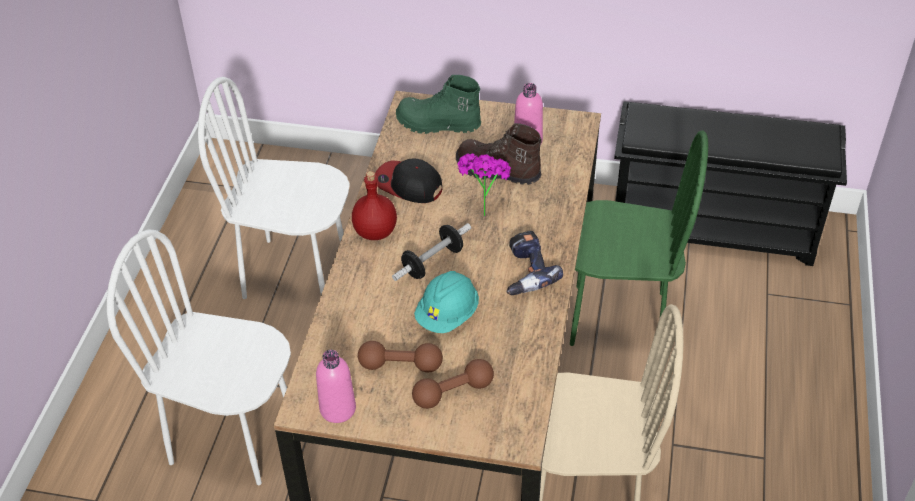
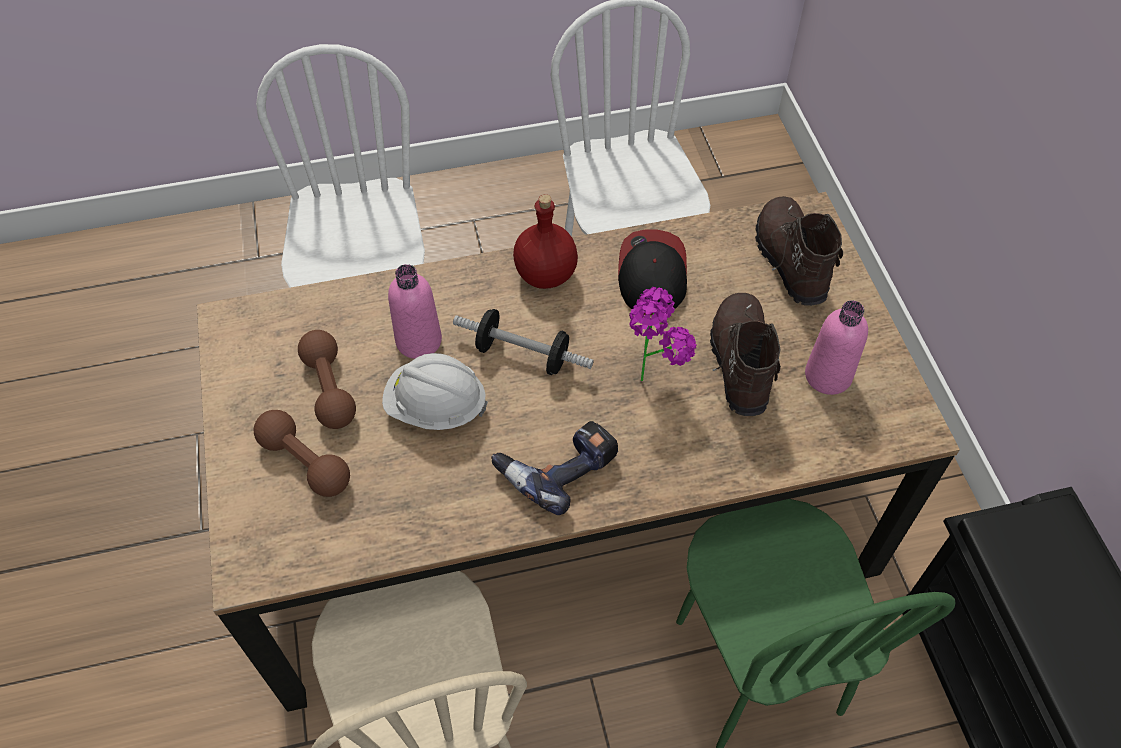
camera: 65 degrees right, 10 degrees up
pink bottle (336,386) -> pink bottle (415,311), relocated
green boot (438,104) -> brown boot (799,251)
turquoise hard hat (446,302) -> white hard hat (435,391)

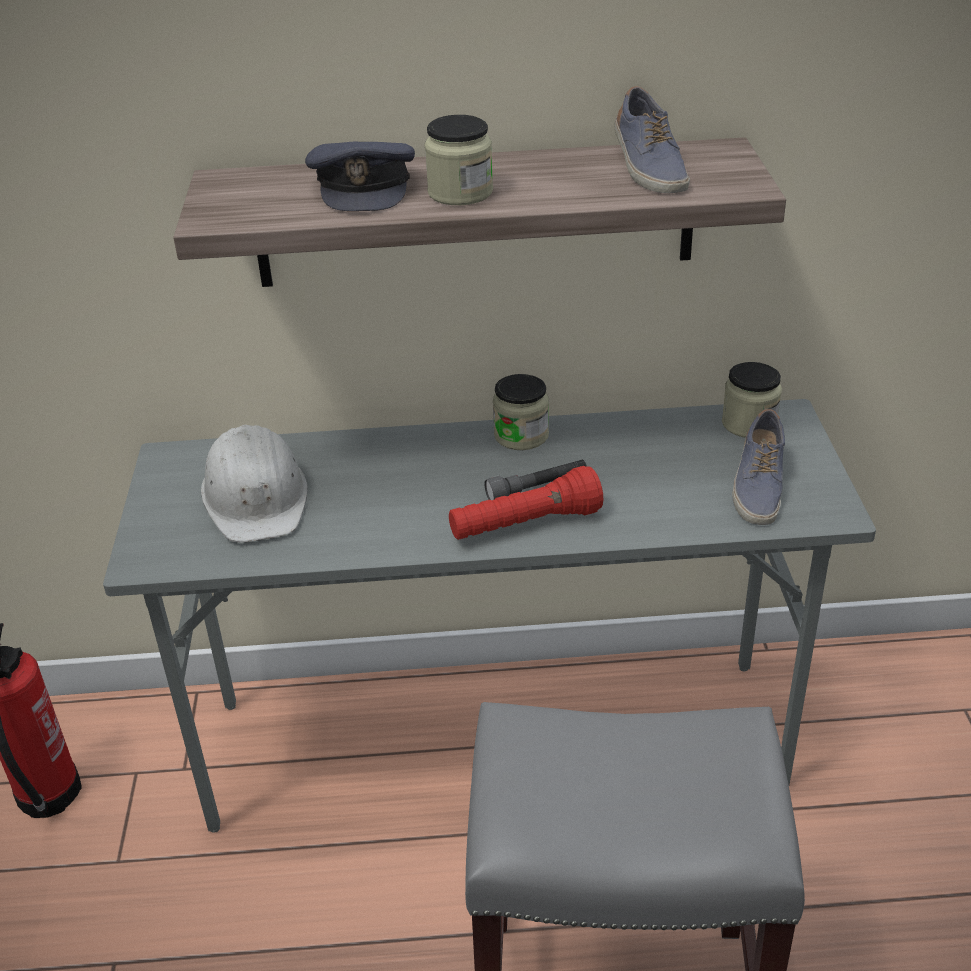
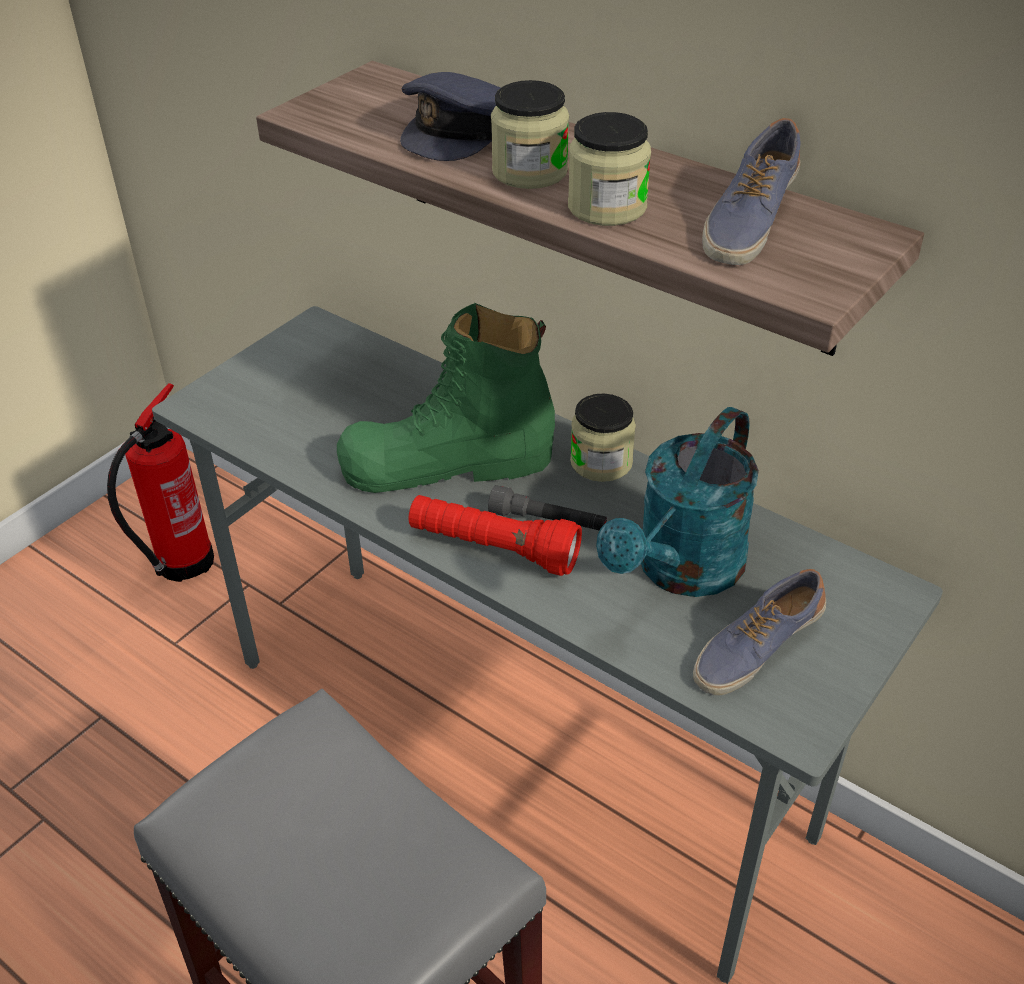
camera: 40 degrees right, 5 degrees up
white hard hat (254,484) -> none
none -> green boot (446,398)
none -> turquoise watering can (677,502)
jar (752,400) -> jar (609,169), relocated

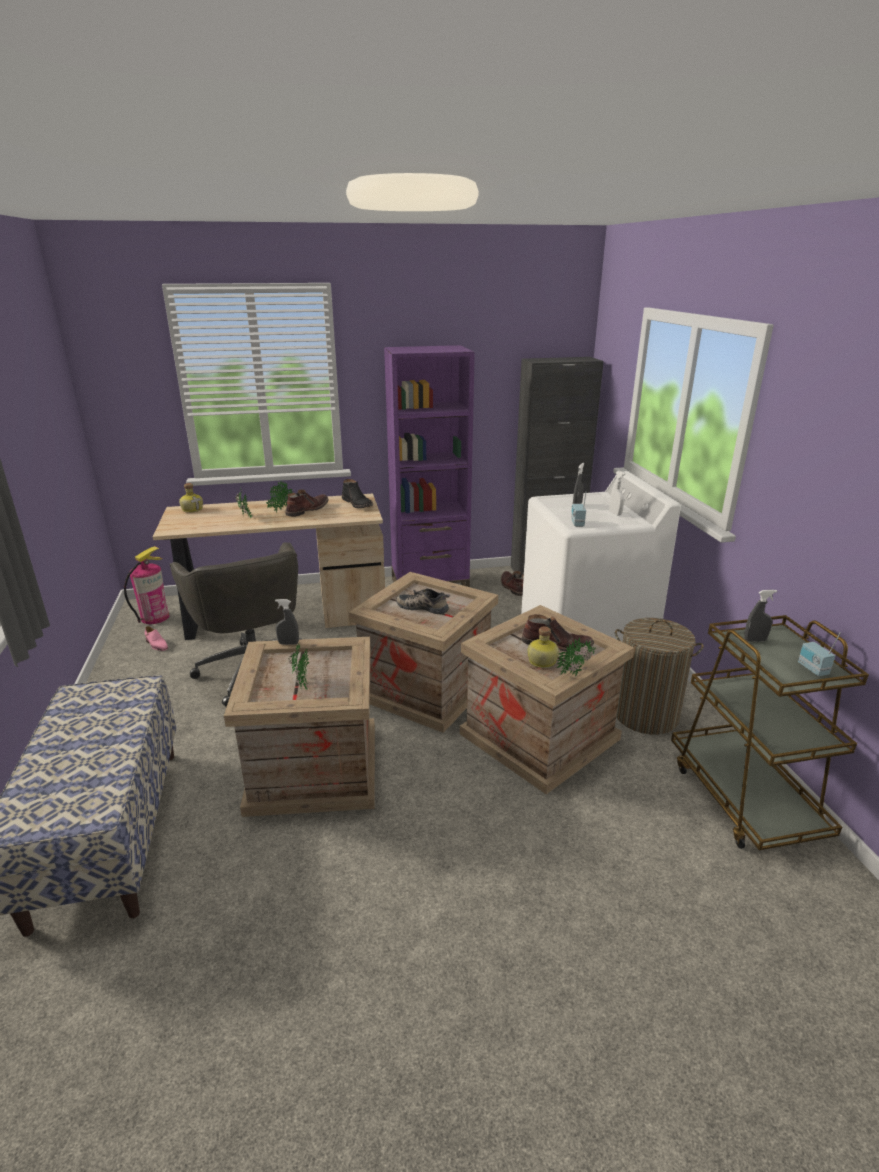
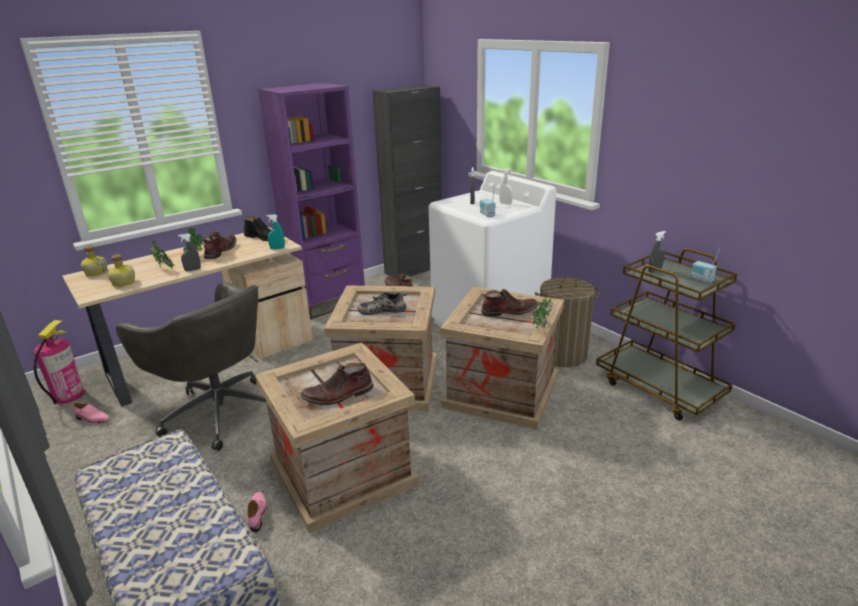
camera: 25 degrees left, 0 degrees up
none -> pink shoe (257,511)
none -> turquoise spray bottle (276,232)
grey spray bottle (287,622) -> grey spray bottle (189,252), relocated
bottle (543,647) -> bottle (121,270), relocated
potted plant (298,666) -> brown boot (336,384)

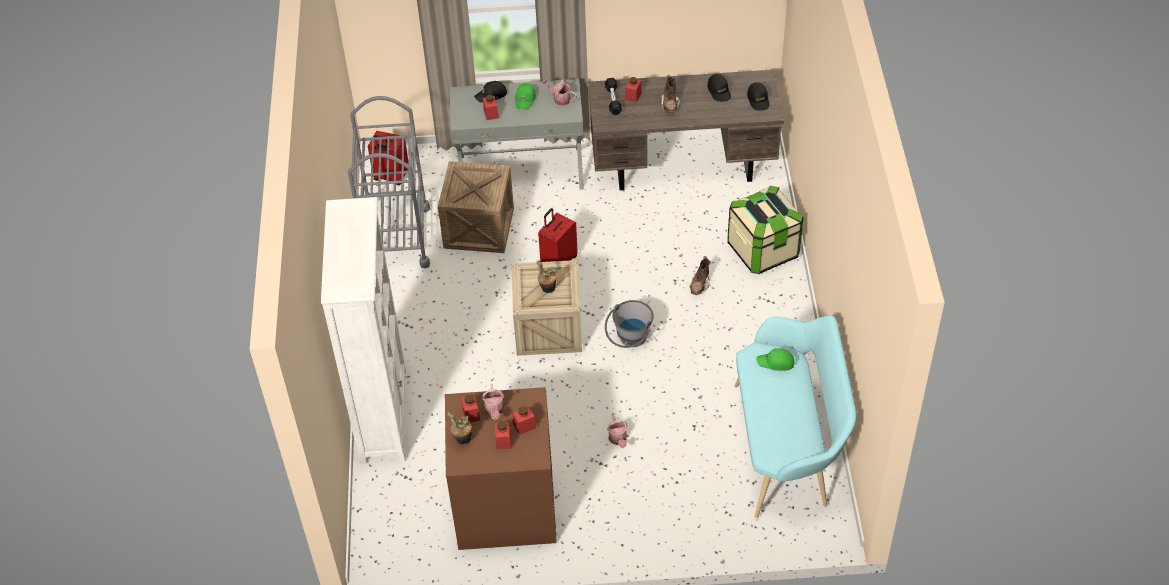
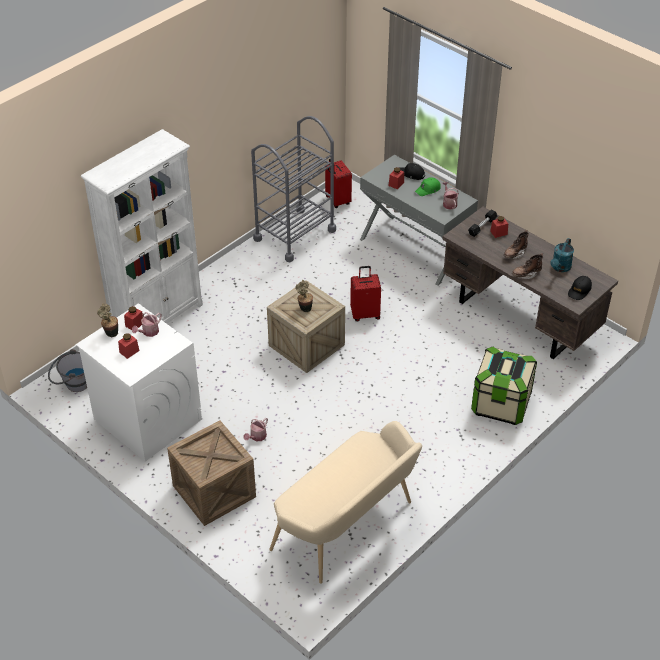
camera: 45 degrees right, 5 degrees down
red jar (524,420) -> none
green cap (775,359) -> none
crate (476,207) -> crate (211,473), relocated
grey bucket (629,324) -> grey bucket (67,370), relocated
brown boot (699,275) -> brown boot (527,266), relocated
black cap (719,88) -> turquoise watering can (562,255)
brown washing machine (501,468) -> white washing machine (139,382)
turquoise bench (796,416) -> beige bench (345,502)

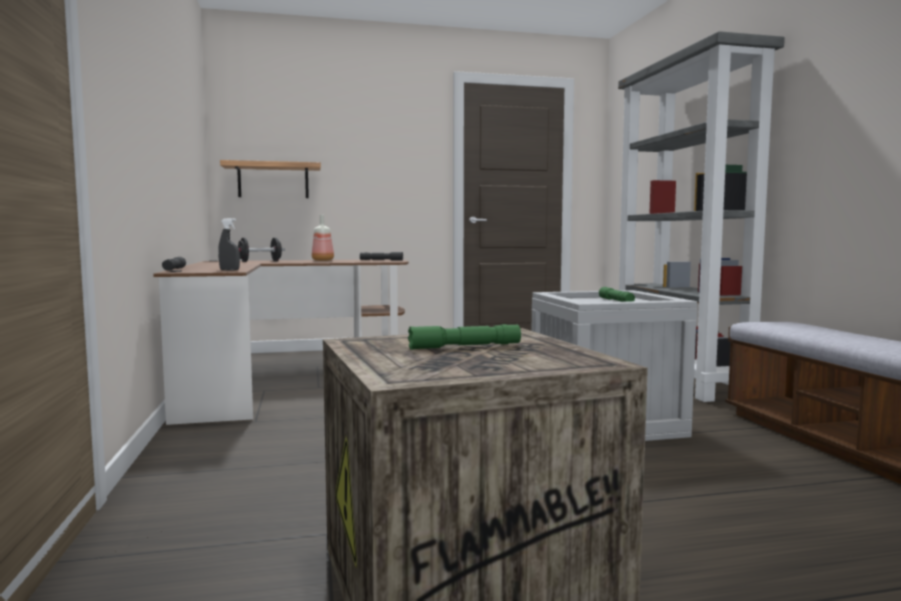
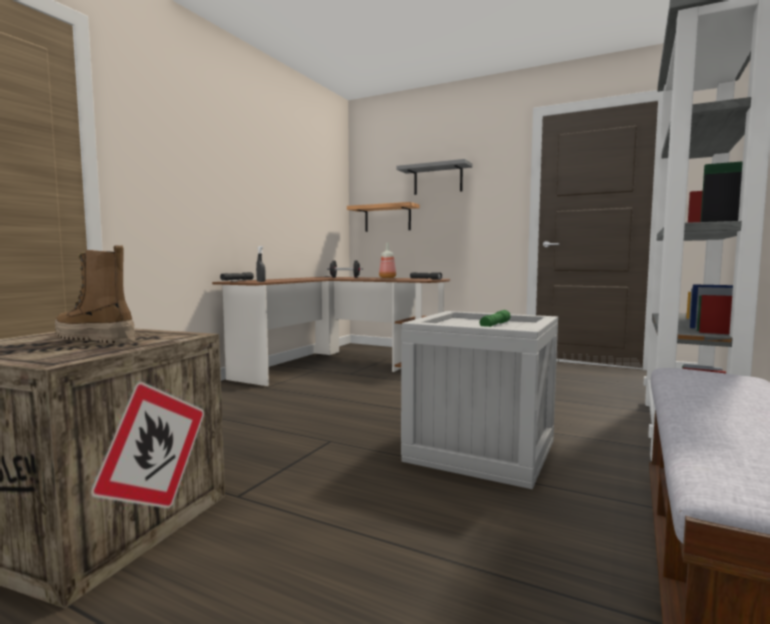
camera: 40 degrees right, 0 degrees up
none -> grey shelf (434,177)
green flashlight (464,337) -> boot (95,294)

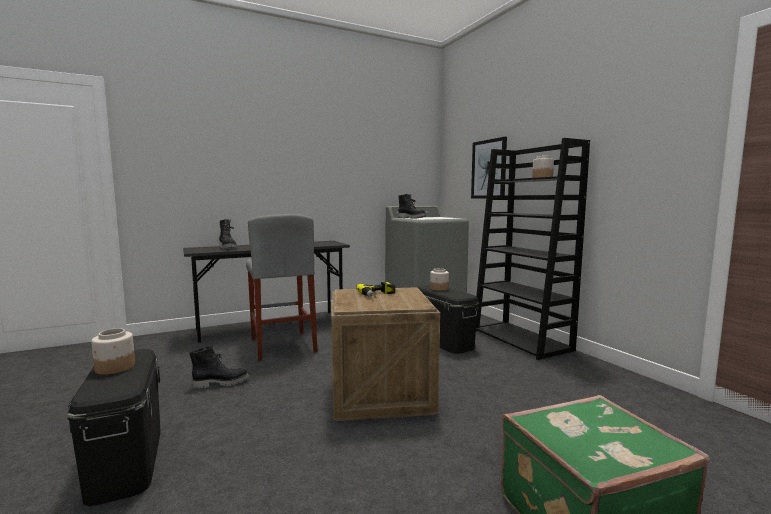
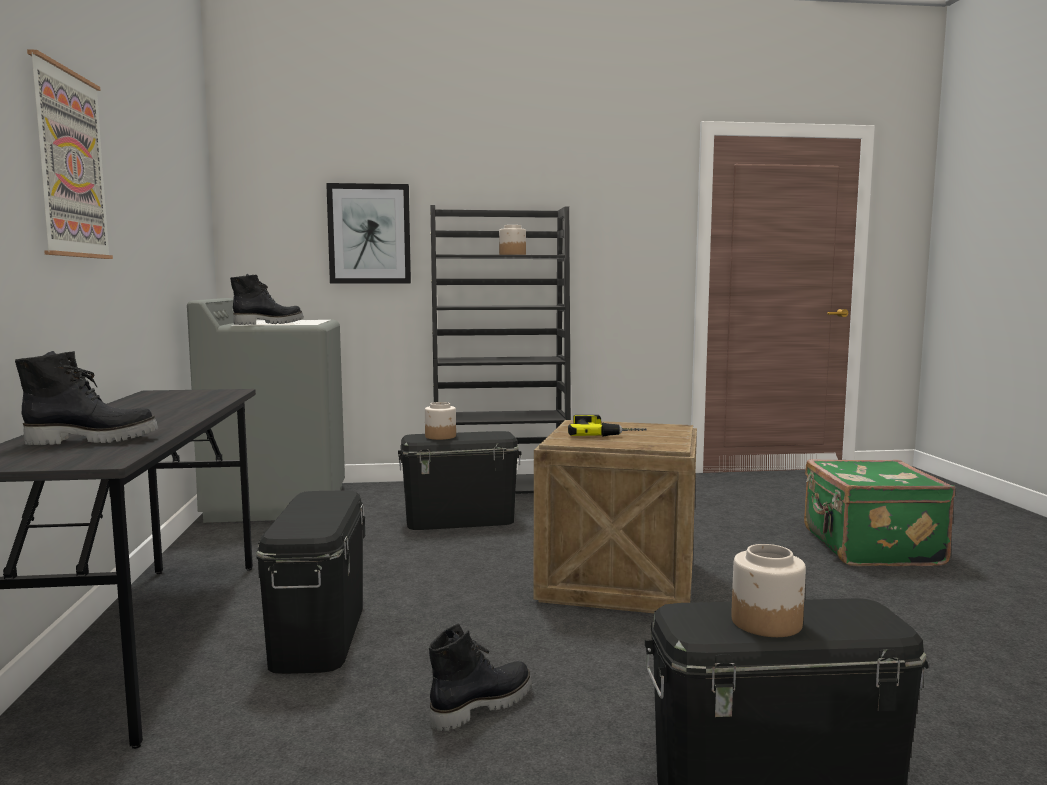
camera: 70 degrees left, 0 degrees up
none -> picture (70,154)
grey stool (282,287) -> black storage box (310,582)
black boot (219,367) -> black boot (480,677), 45 degrees clockwise

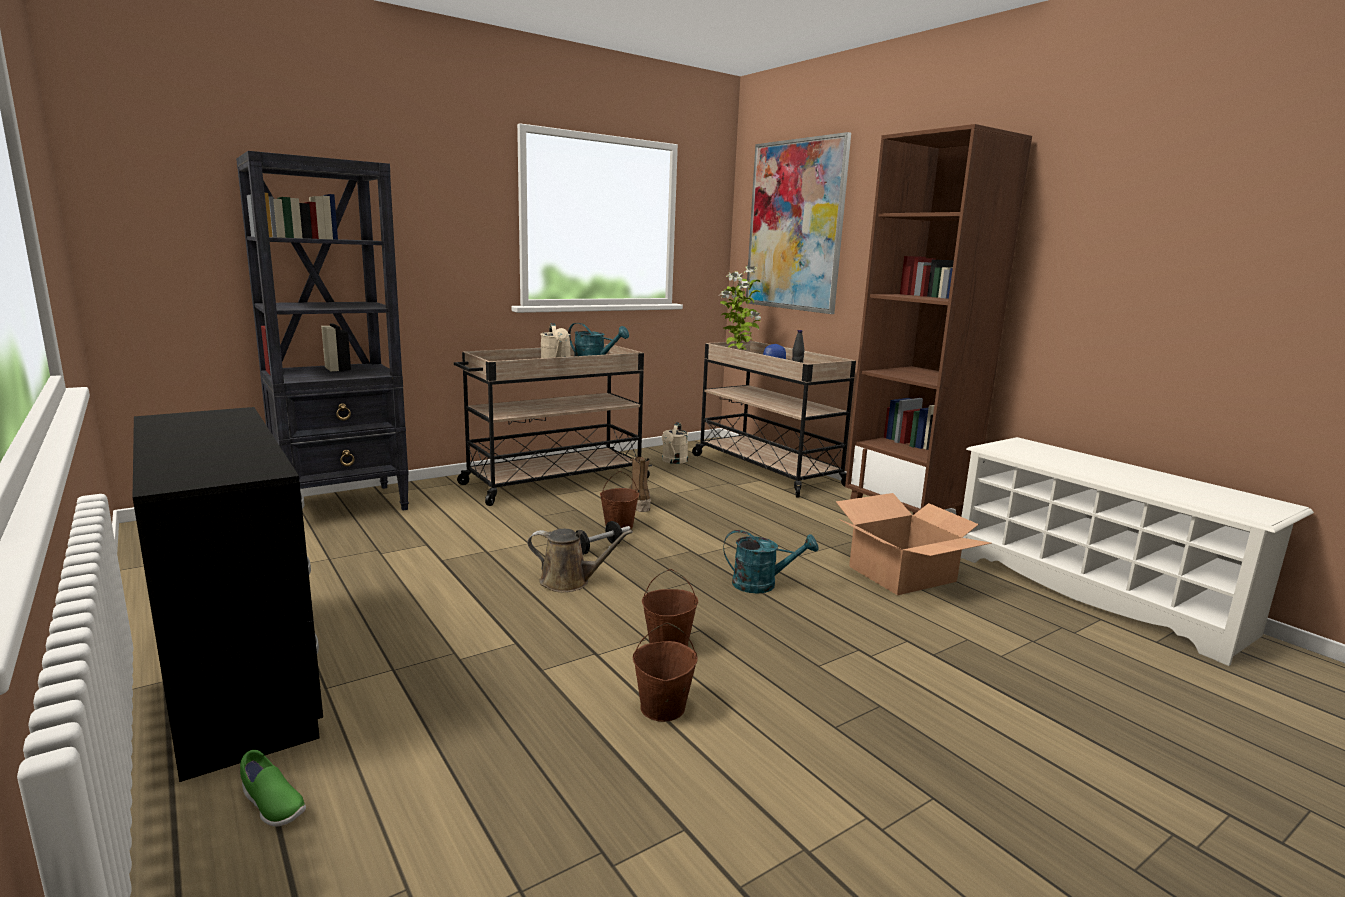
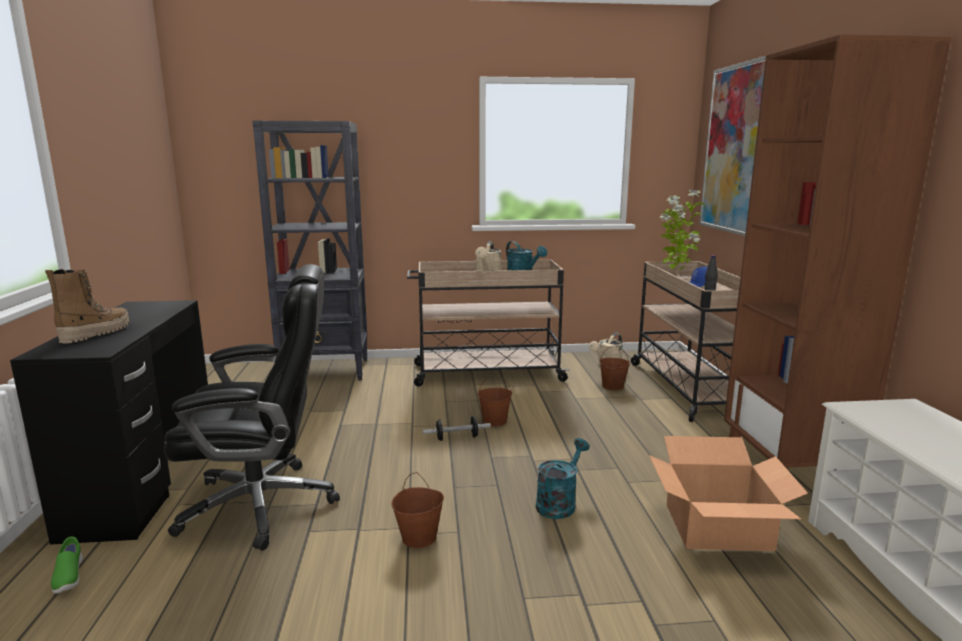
camera: 30 degrees right, 0 degrees up
brown watering can (580,560) -> none
none -> black office chair (252,407)
boot (640,484) -> boot (87,306), relocated
brown bucket (665,672) -> brown bucket (615,367), relocated
turquoise watering can (771,562) -> turquoise watering can (563,478), 90 degrees counterclockwise

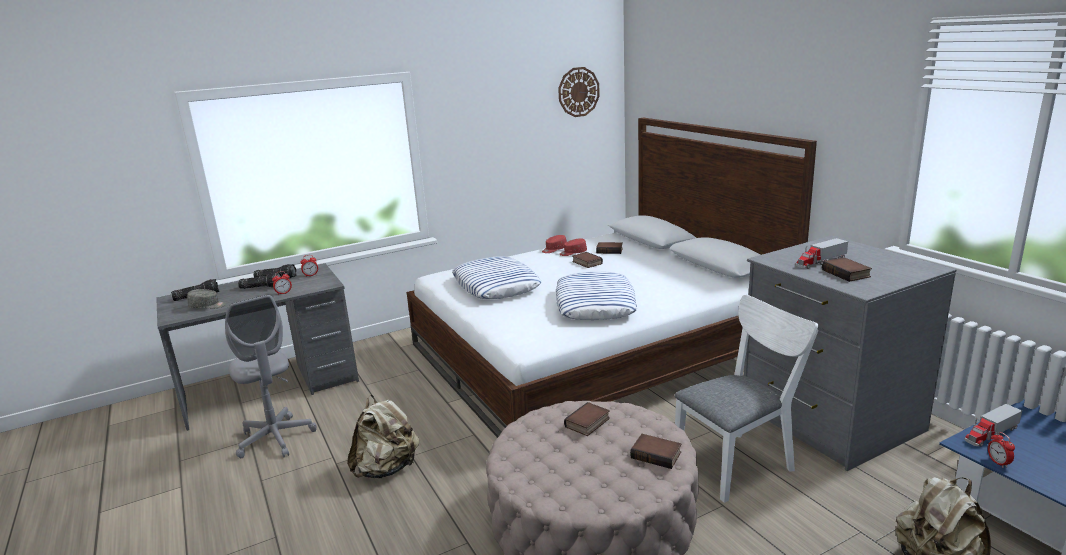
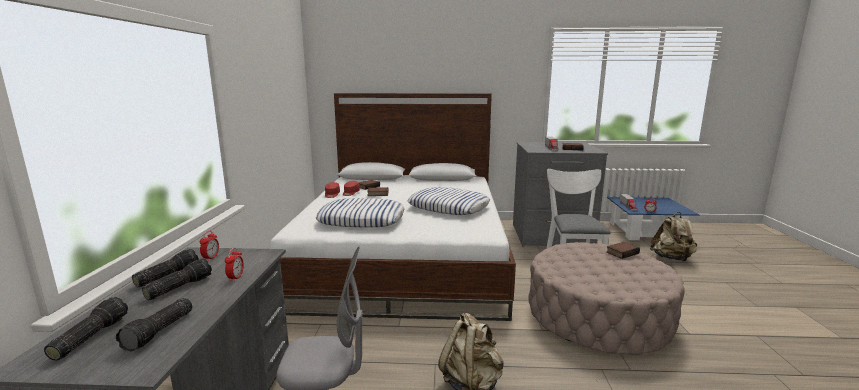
camera: 60 degrees left, 5 degrees down
wall clock (579,92) -> none
book (587,419) -> none
grey cap (206,299) -> flashlight (154,325)

